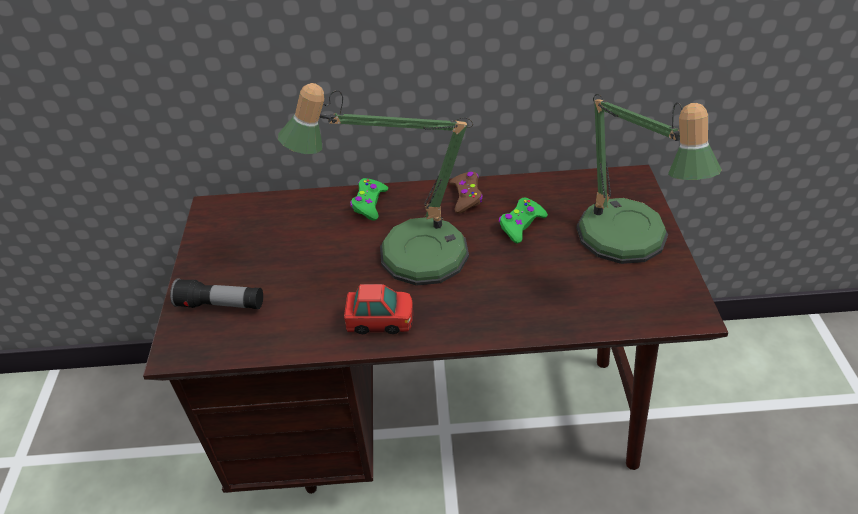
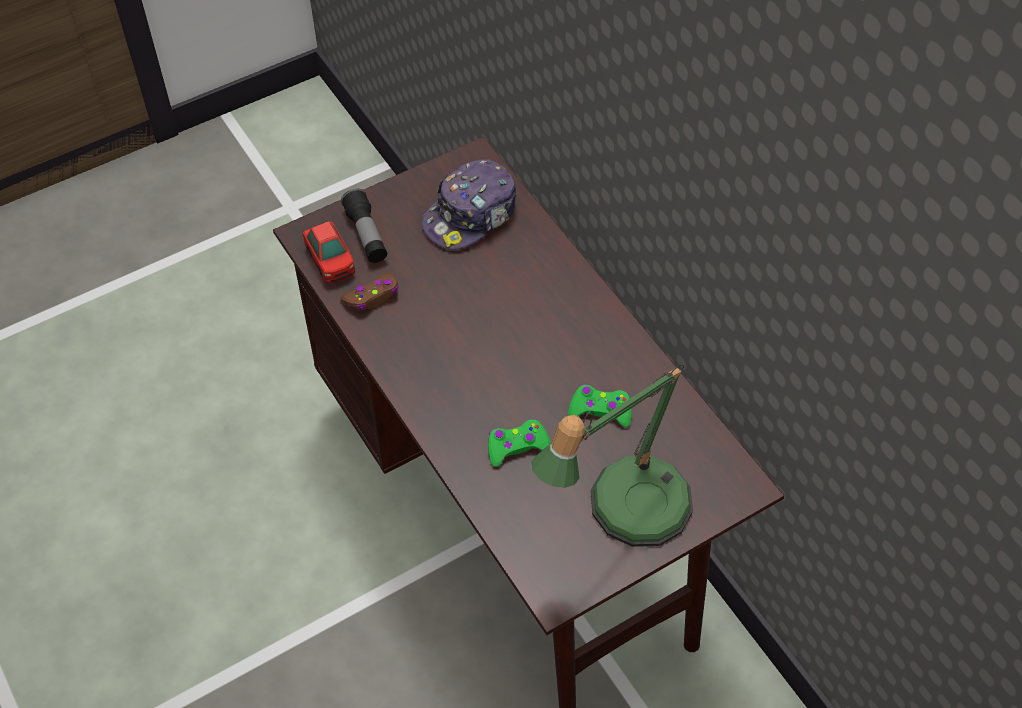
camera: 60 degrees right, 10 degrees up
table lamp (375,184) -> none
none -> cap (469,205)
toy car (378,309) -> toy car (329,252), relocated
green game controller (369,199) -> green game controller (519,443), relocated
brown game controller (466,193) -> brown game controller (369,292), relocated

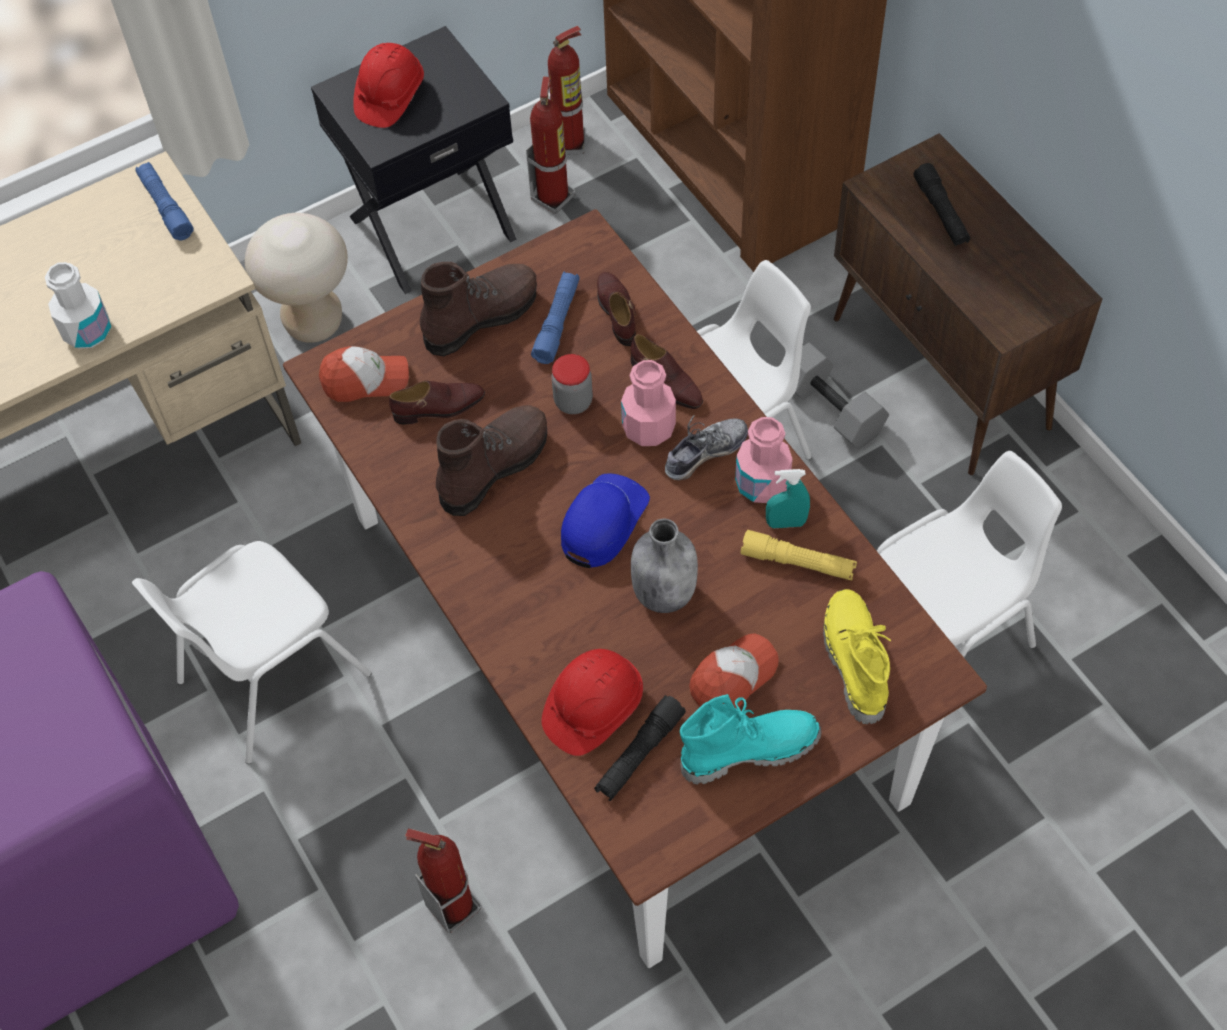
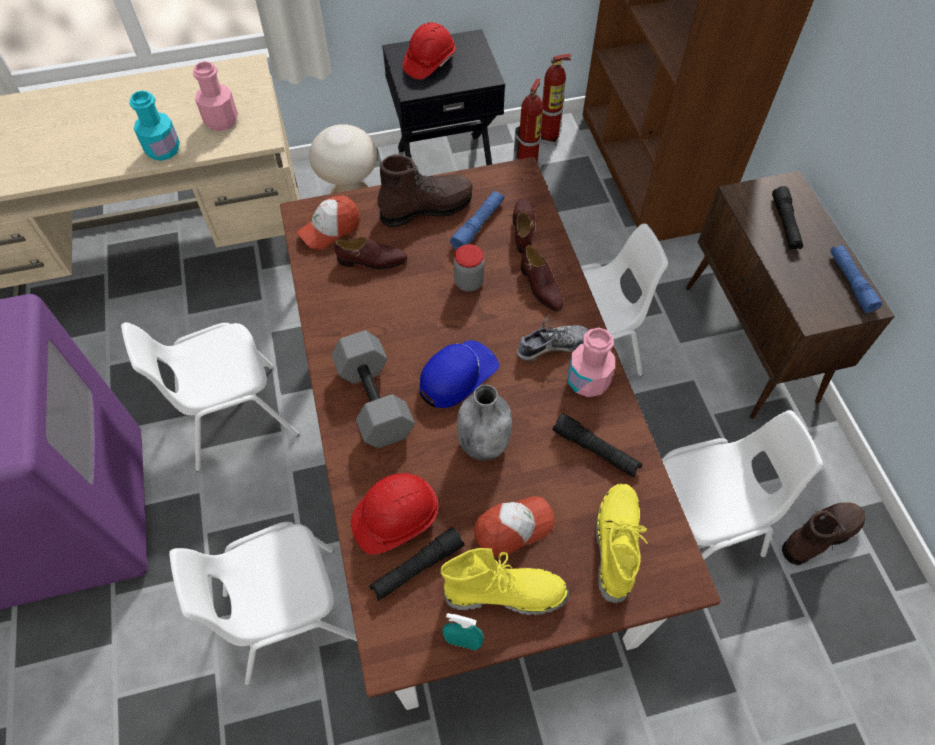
camera: 15 degrees right, 0 degrees up
blue flashlight (164,201) -> blue flashlight (856,279), relocated
brown boot (491,460) -> brown boot (823,534), relocated
pink bottle (648,403) -> pink bottle (215,96), relocated
turquoise spray bottle (788,498) -> turquoise spray bottle (463,631), relocated
grey dumbbell (842,396) -> grey dumbbell (373,389), relocated
fire extinguisher (443,881) -> white chair (263,603)
white bottle (78,305) -> turquoise bottle (154,125)
turquoise boot (750,739) -> yellow boot (505,581)
yellow flashlight (799,555) -> black flashlight (597,445)
cap (364,374) -> cap (328,222), 135 degrees clockwise

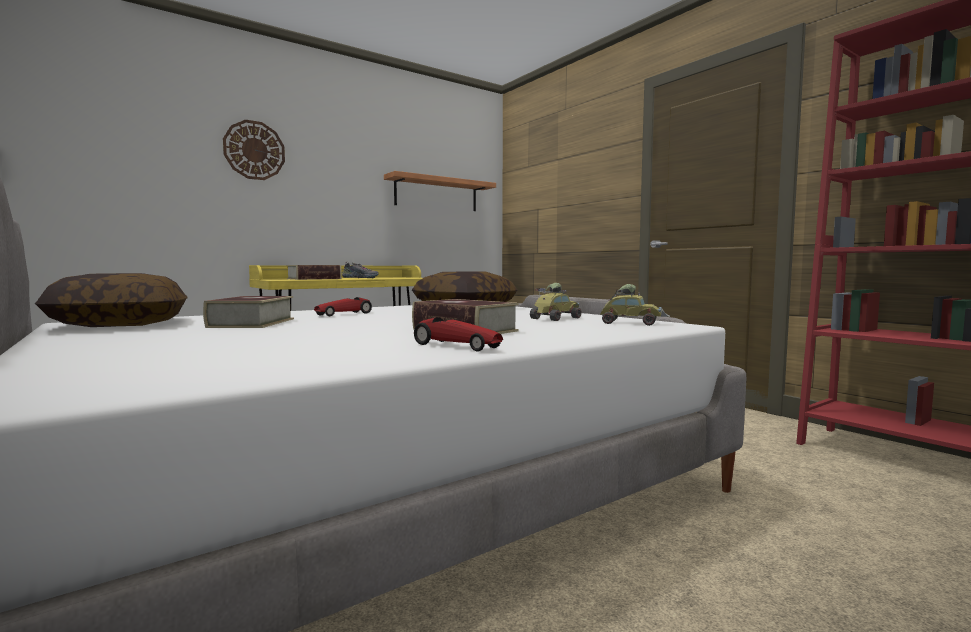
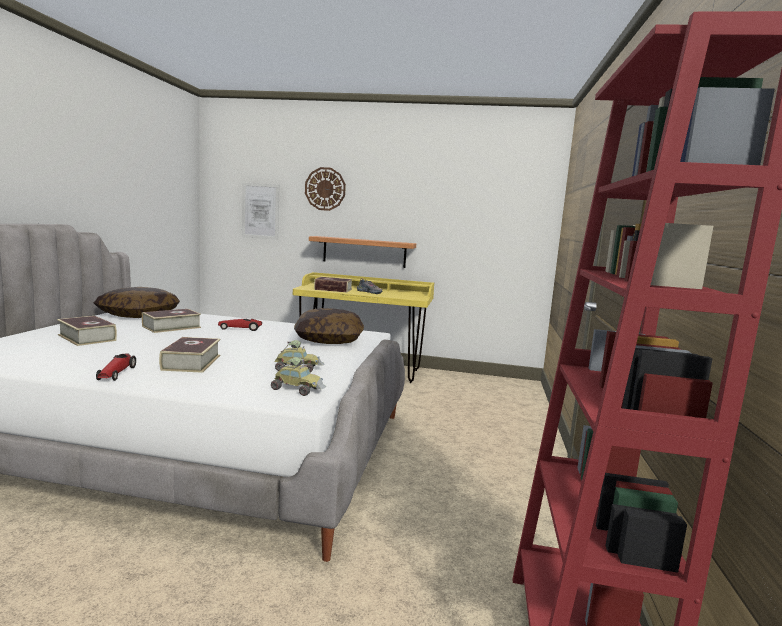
camera: 45 degrees right, 5 degrees up
none -> book (87,331)
none -> picture (260,211)
shelf (440,191) -> shelf (362,252), relocated
toy car (635,305) -> toy car (298,376), 45 degrees counterclockwise

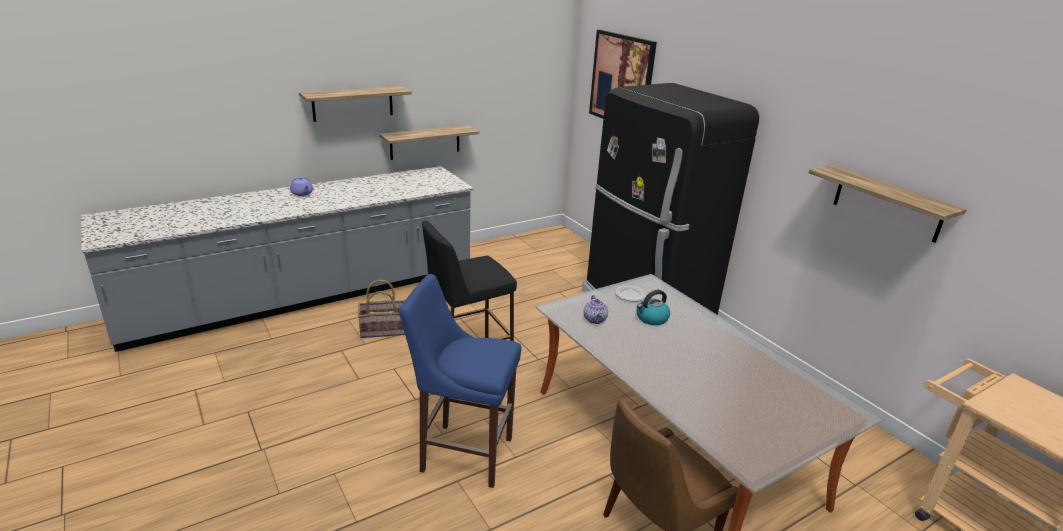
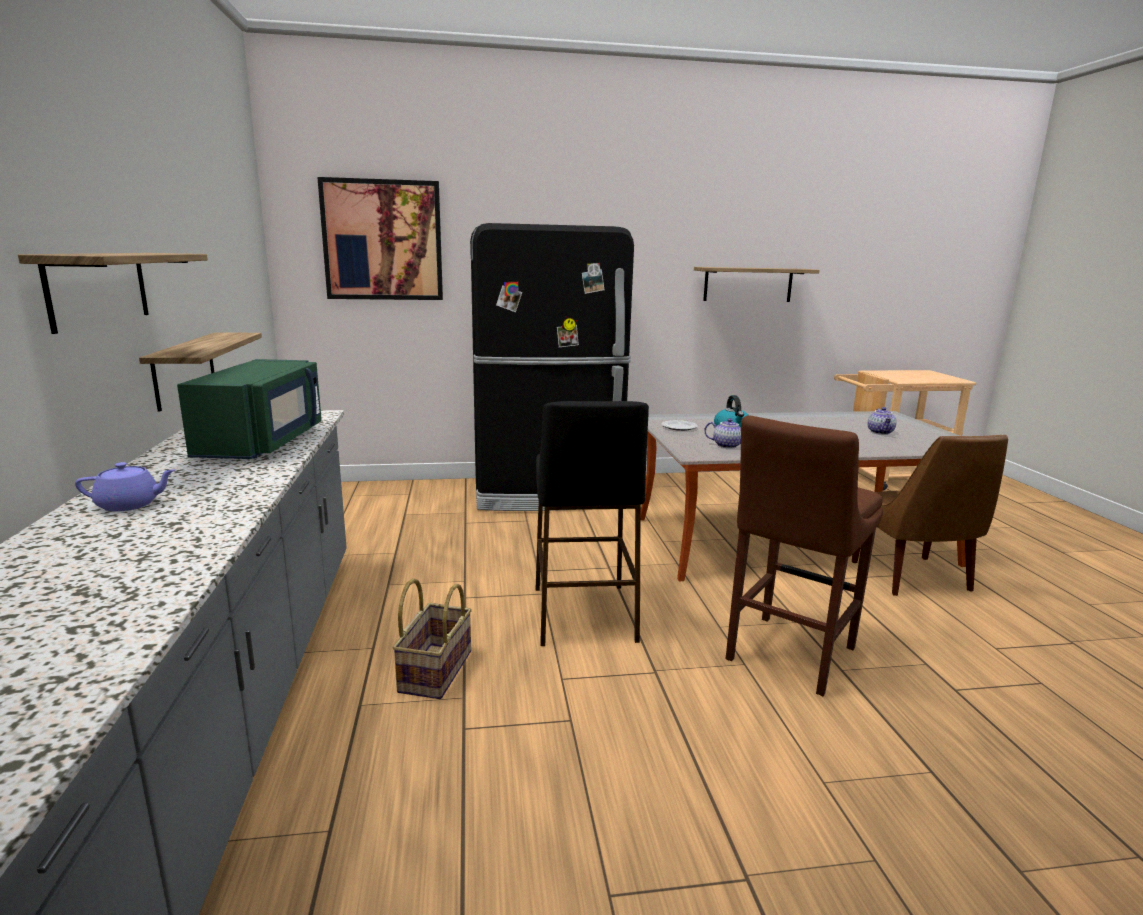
camera: 65 degrees left, 10 degrees down
none -> green microwave (249,409)
none -> teapot (882,421)
blue stool (460,381) -> brown stool (804,555)

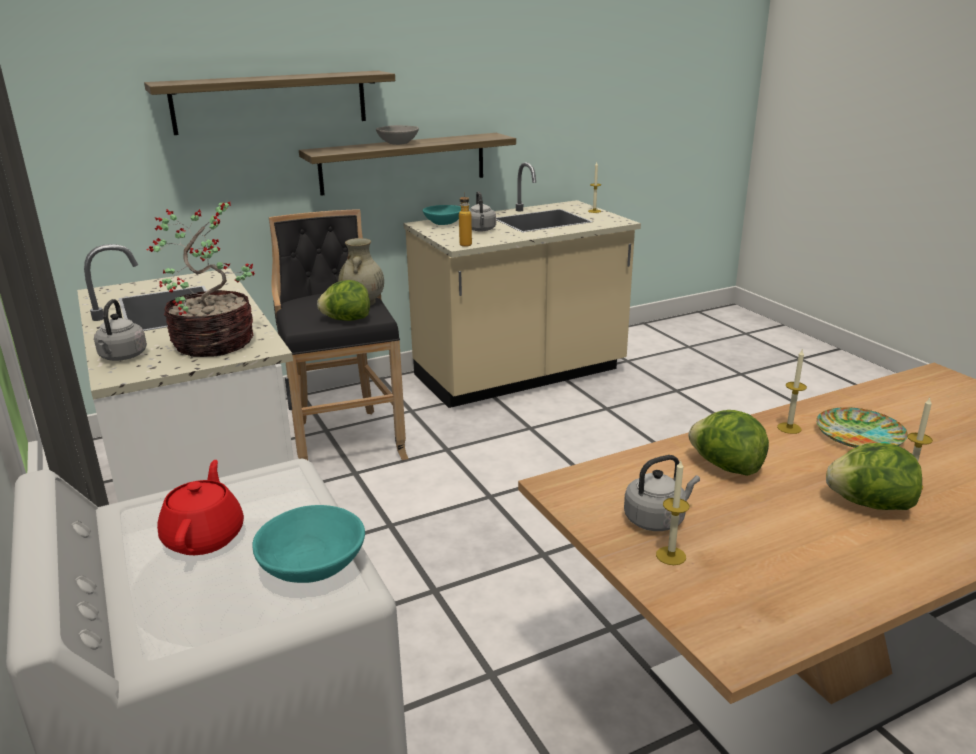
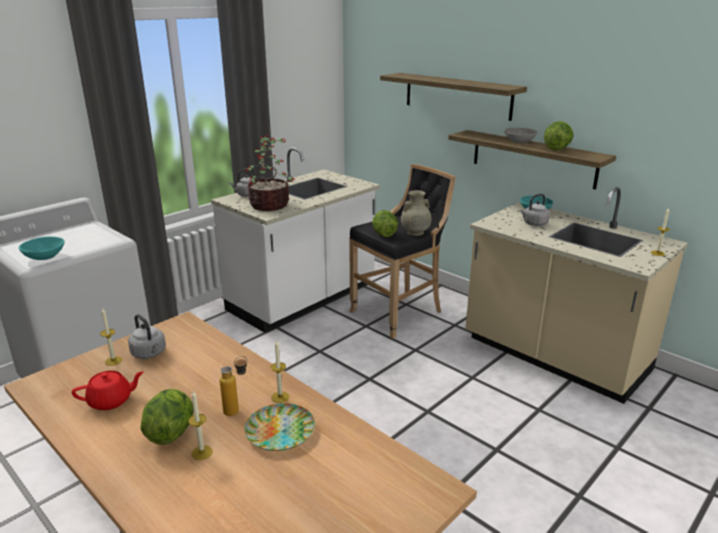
camera: 70 degrees right, 0 degrees up
red teapot (200,507) -> red teapot (108,390), relocated
bottle (465,220) -> bottle (233,386), relocated
lettuce (728,443) -> lettuce (558,135), relocated

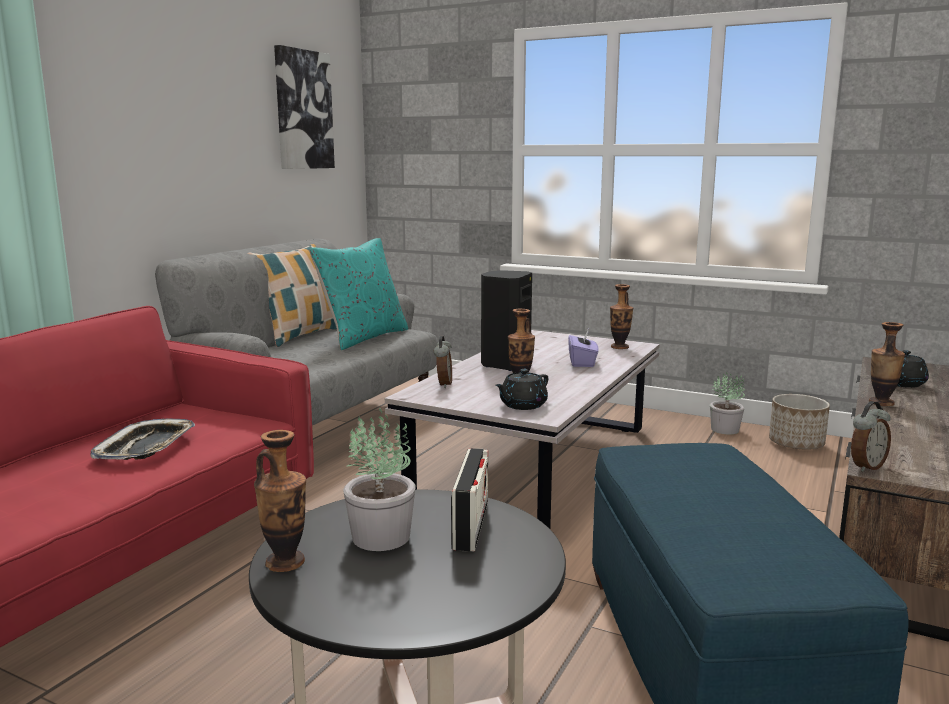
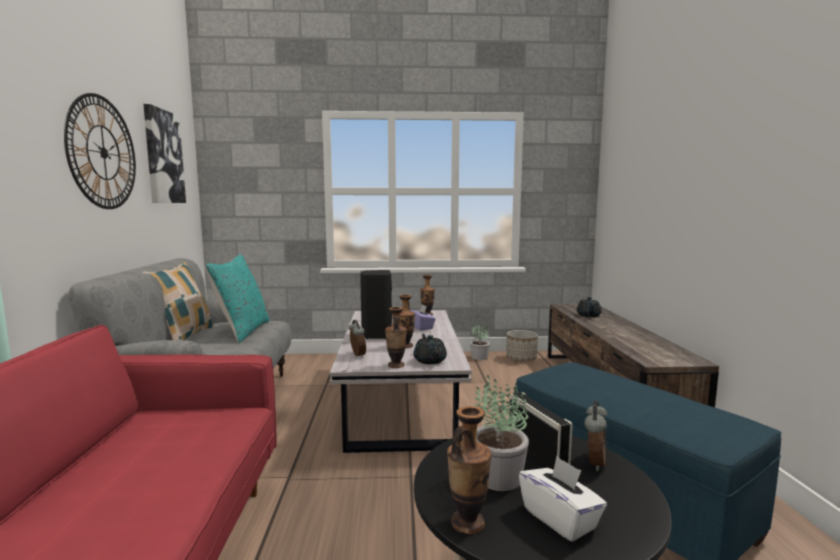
camera: 30 degrees left, 5 degrees down
tray (143,439) -> none
none -> wall clock (100,151)
none -> white tissue box (563,499)
alarm clock (871,436) -> alarm clock (596,436), relocated
vase (887,364) -> vase (396,337), relocated
black teapot (521,389) -> black teapot (430,349), 150 degrees clockwise

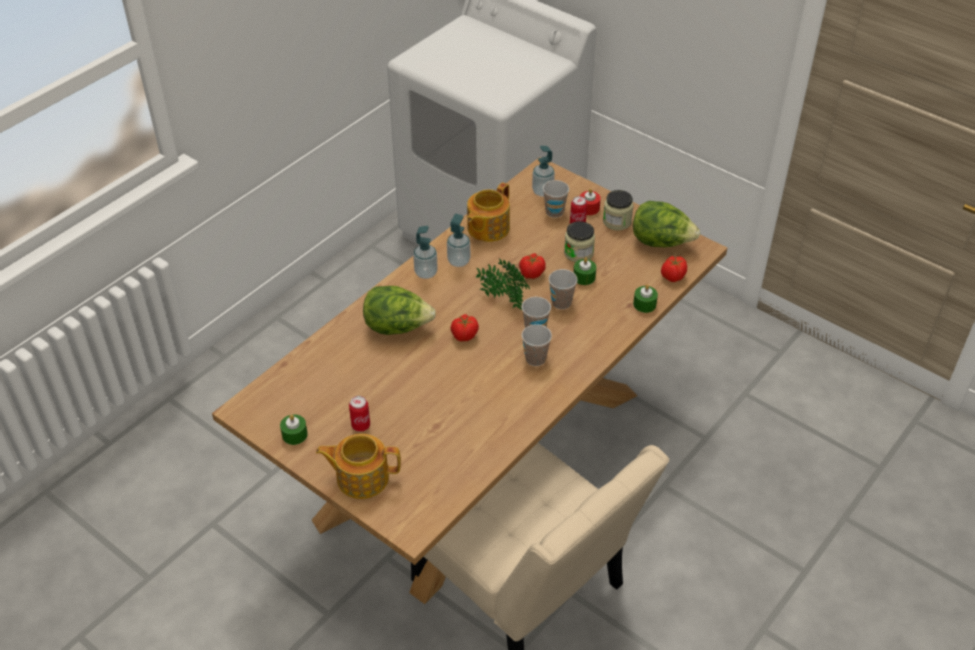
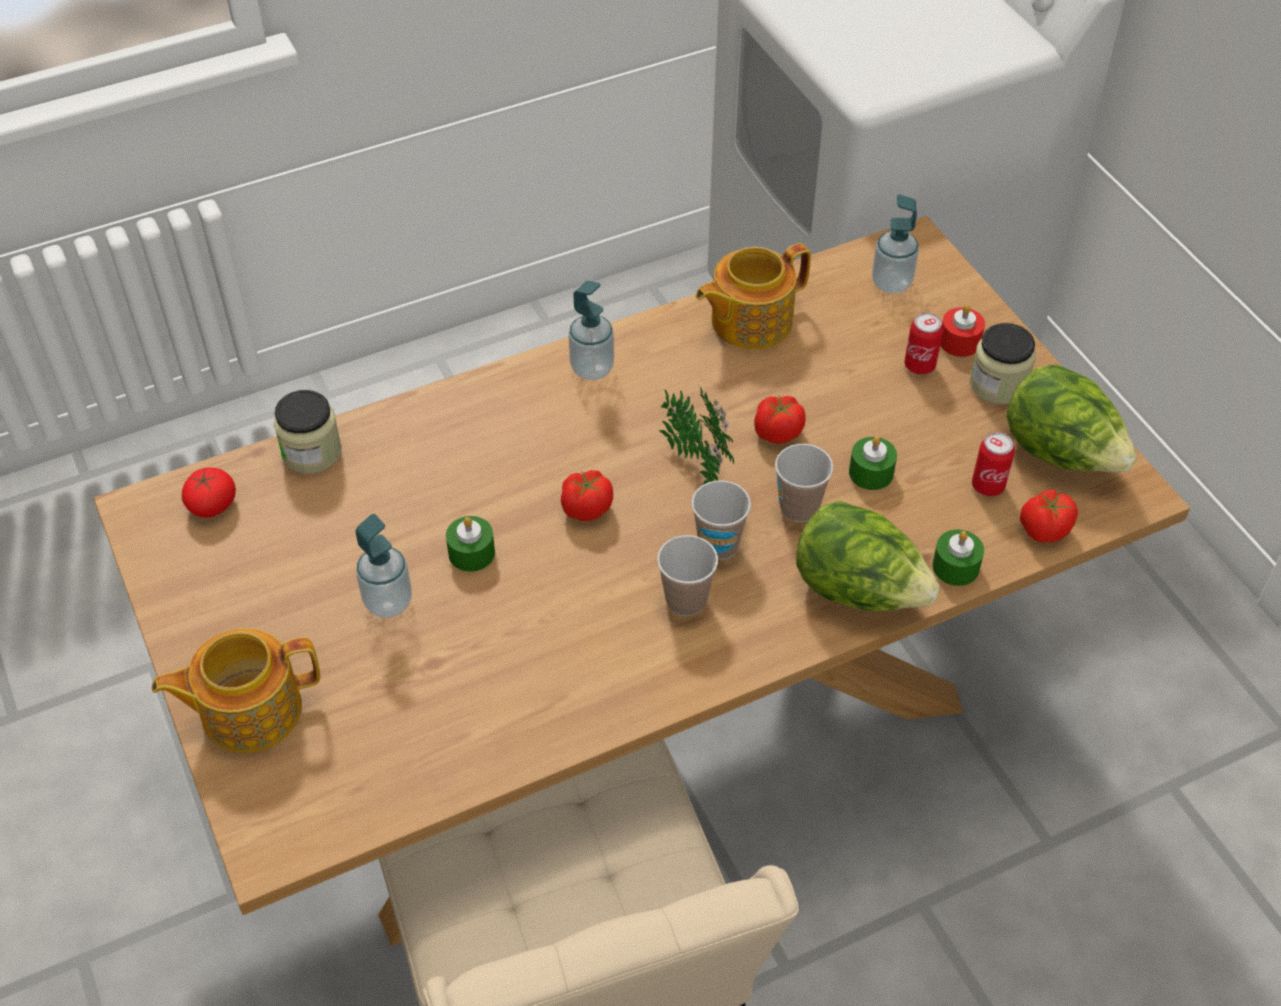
camera: 25 degrees right, 5 degrees up
cup (556,199) -> none
none -> tomato (209,492)
green candle (294,429) -> green candle (470,544), relocated
can (359,414) -> can (993,464), relocated
lettuce (399,310) -> lettuce (868,556), relocated
soap dispenser (458,240) -> soap dispenser (384,566), relocated
jar (579,241) -> jar (308,432), relocated
teapot (358,466) -> teapot (236,690), 45 degrees counterclockwise

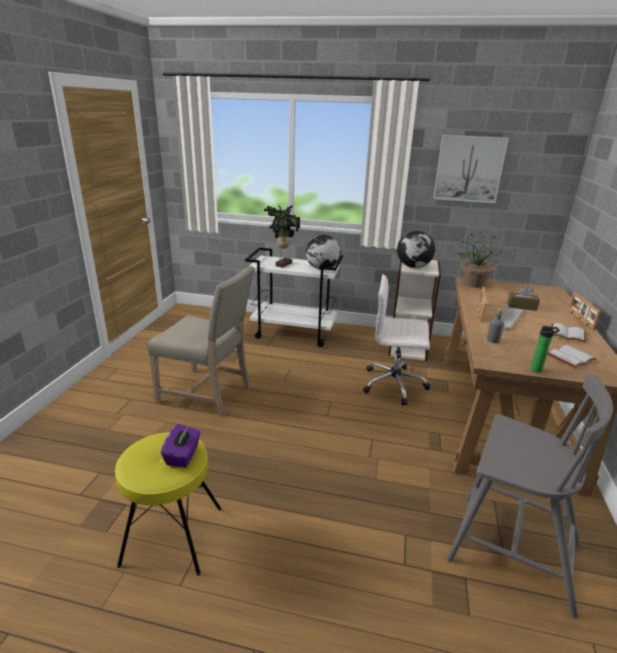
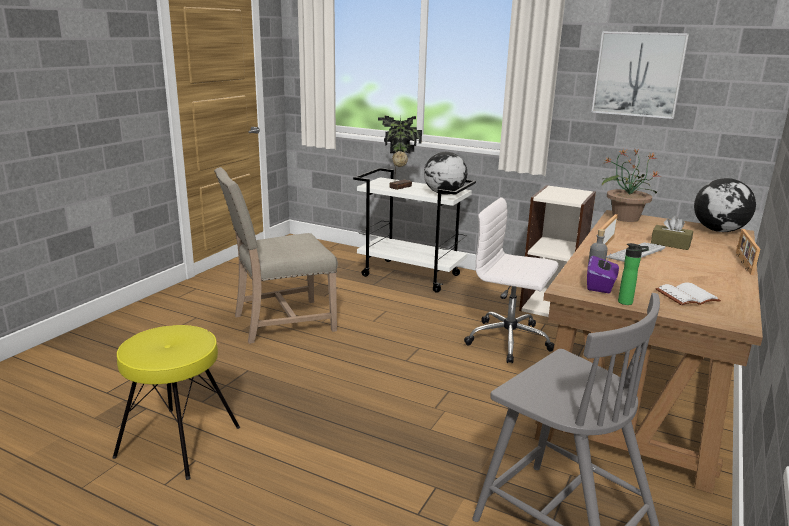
camera: 15 degrees right, 5 degrees down
white book (568,332) -> none
purple tissue box (181,445) -> purple tissue box (603,274), relocated
globe (416,249) -> globe (725,205), relocated
beige chair (201,341) -> beige chair (276,255), 120 degrees clockwise

